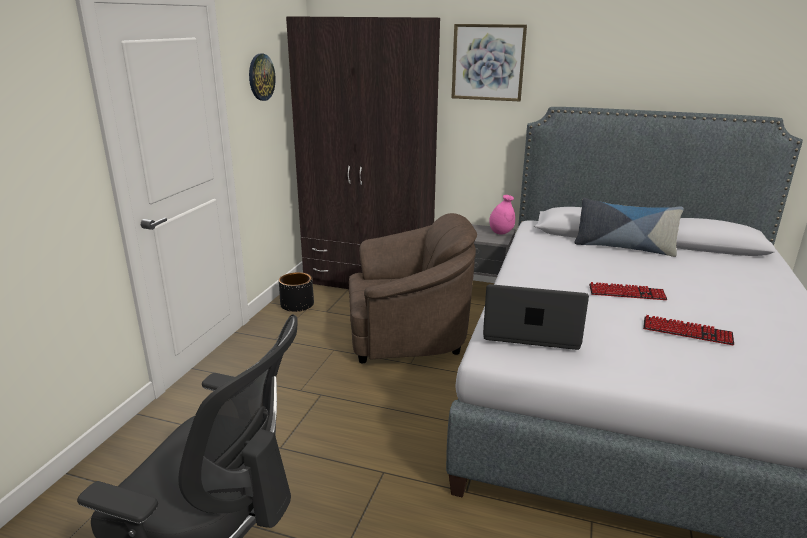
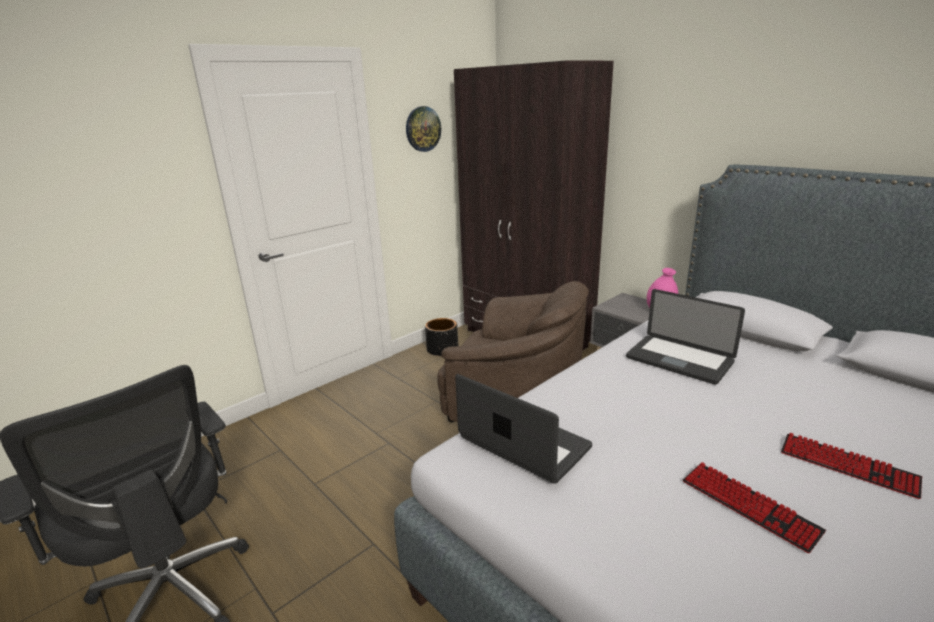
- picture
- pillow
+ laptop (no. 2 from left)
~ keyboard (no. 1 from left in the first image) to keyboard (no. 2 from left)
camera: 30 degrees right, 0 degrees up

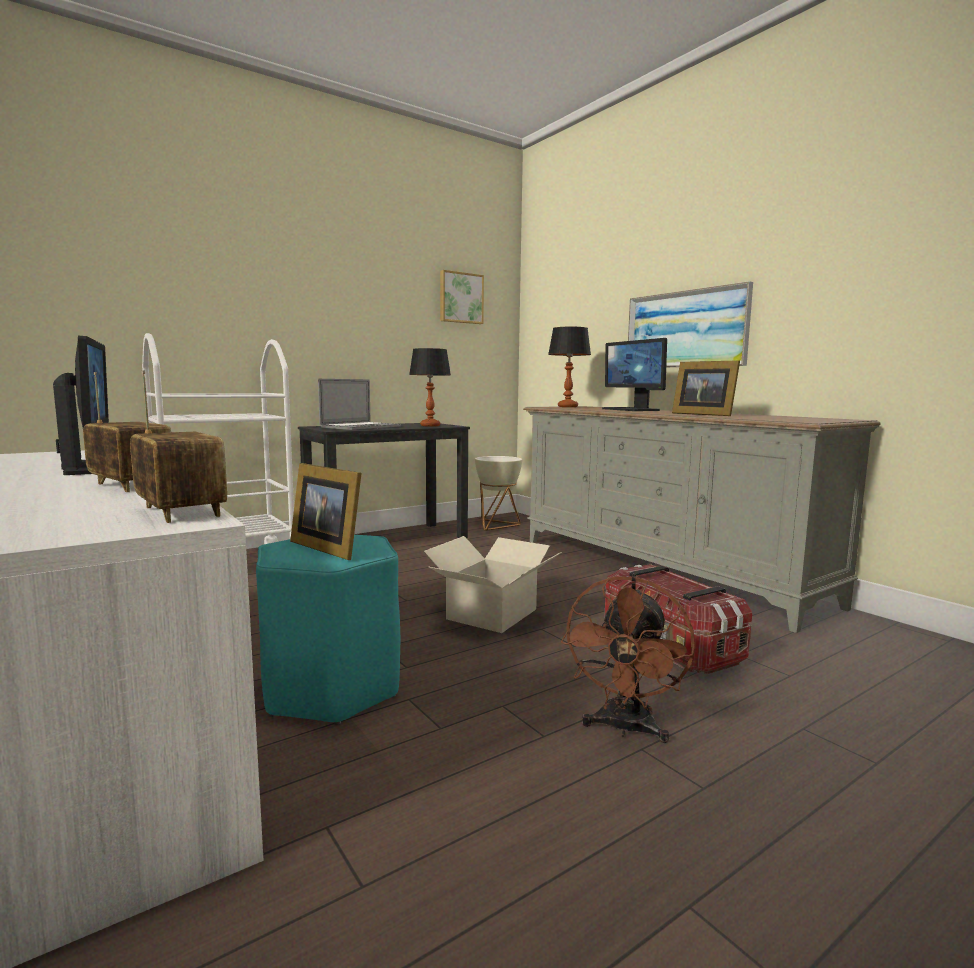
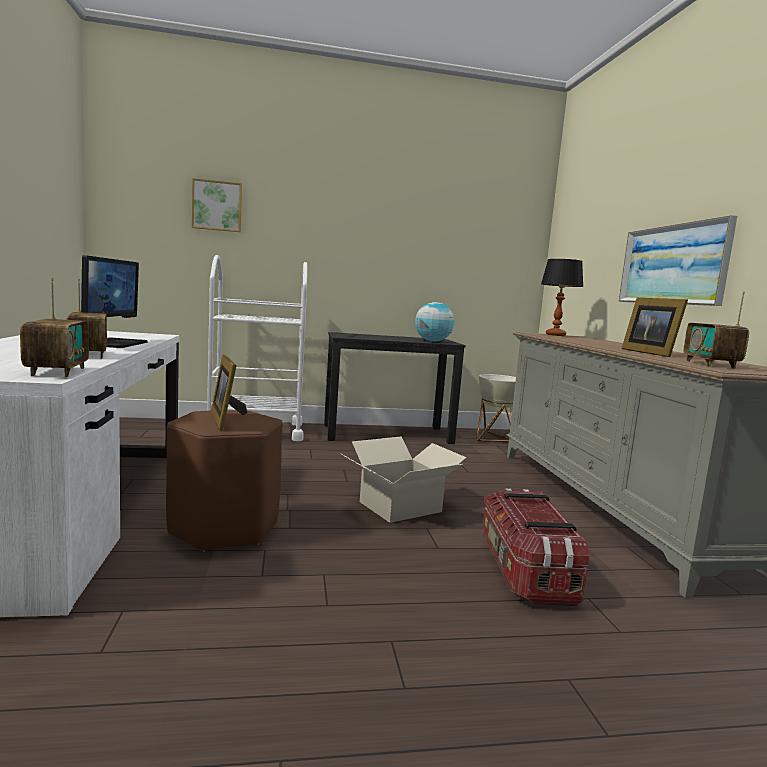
- laptop
- fan (brown)
- monitor (no. 2 from left)
+ radio (no. 3 from left)
~ picture (no. 1 from left)
~ table lamp (no. 1 from left) to globe
~ stool (turquoise) to stool (brown)
camera: 25 degrees right, 0 degrees up

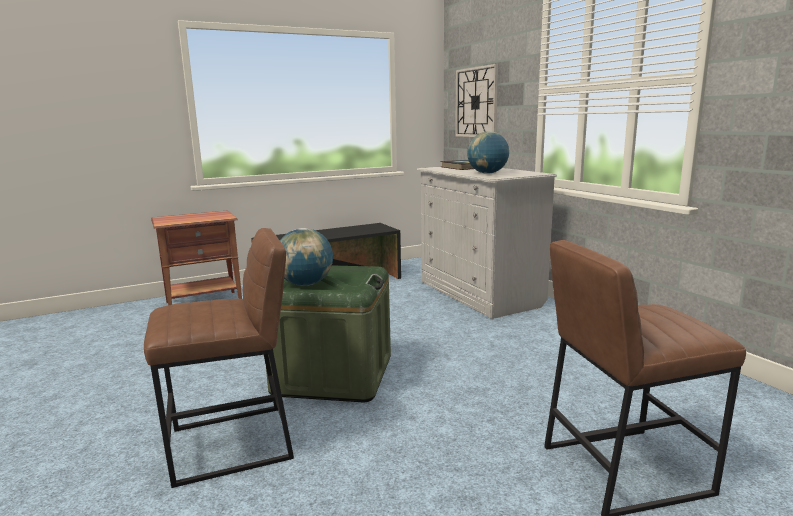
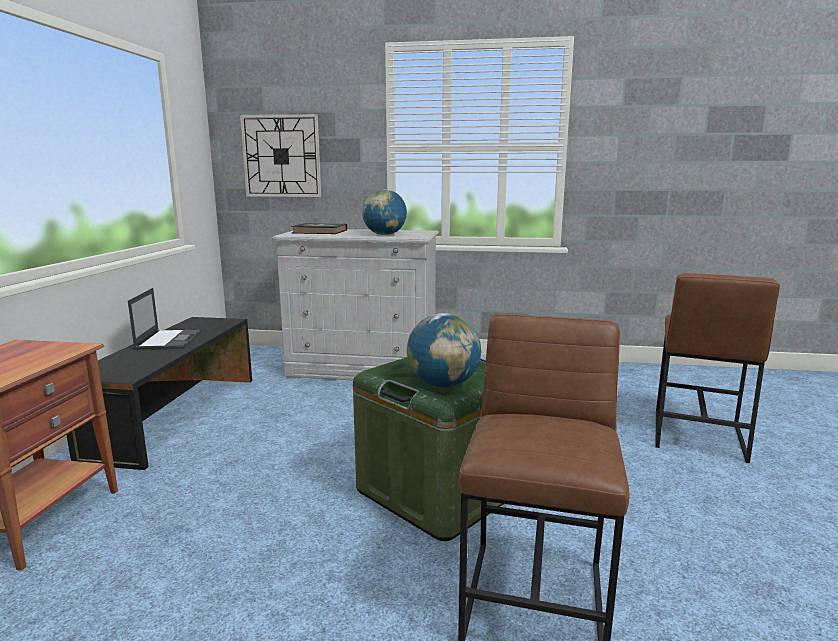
+ laptop
camera: 55 degrees left, 0 degrees up

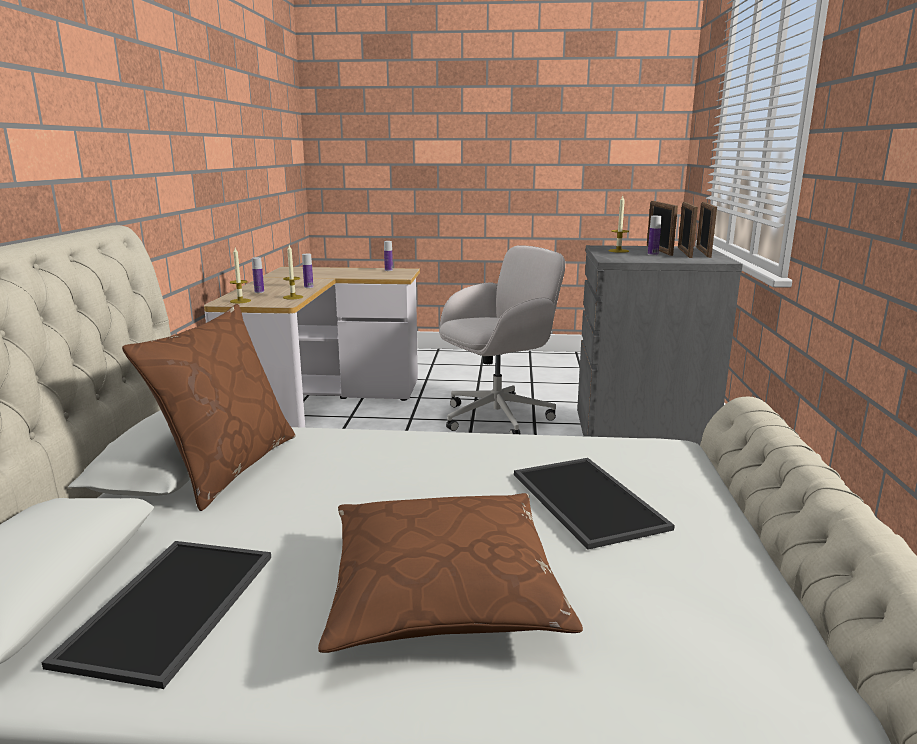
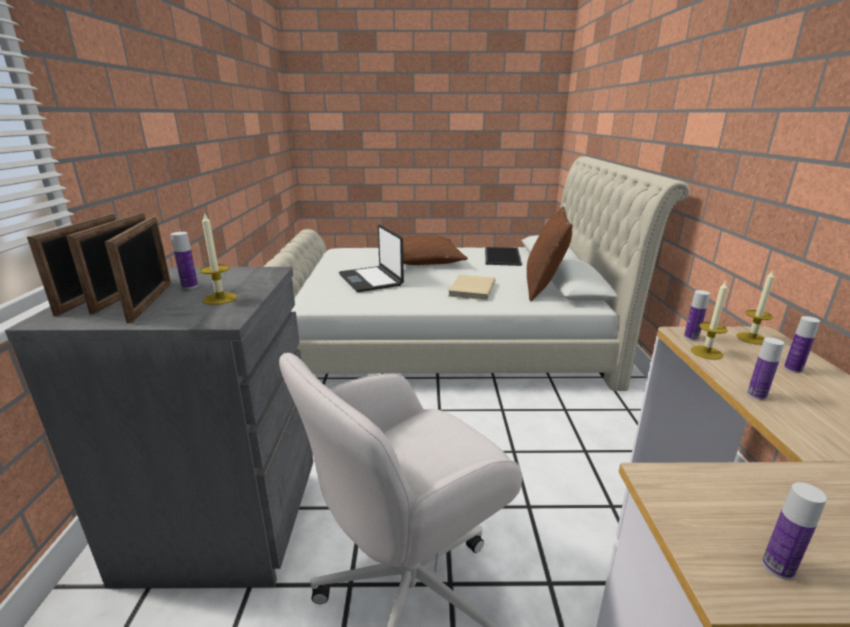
+ book (beige)
+ bottle (no. 2 from left)
~ tray (no. 2 from left) to laptop
camera: 175 degrees right, 5 degrees up

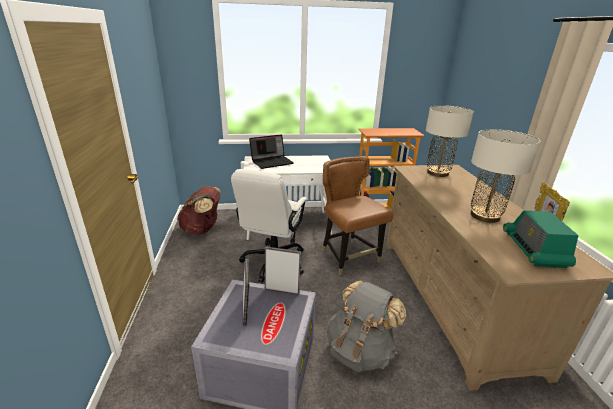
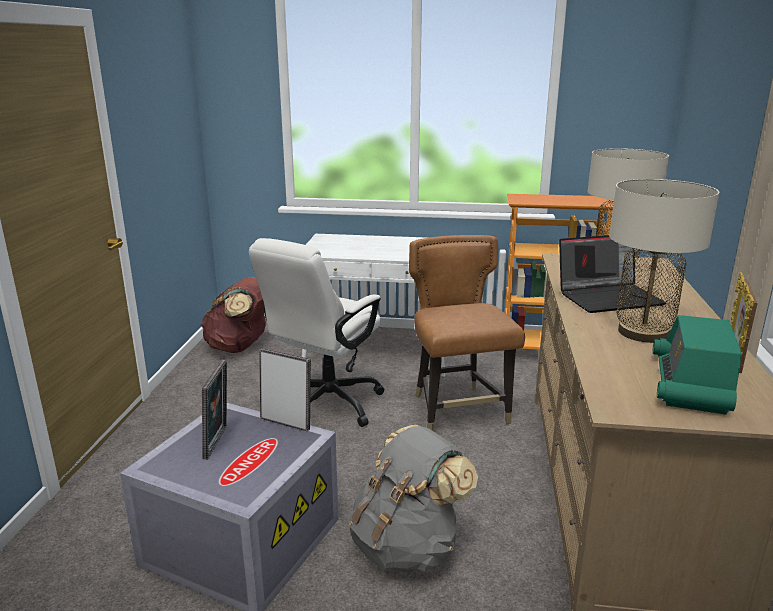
~ laptop
camera: 15 degrees right, 5 degrees down

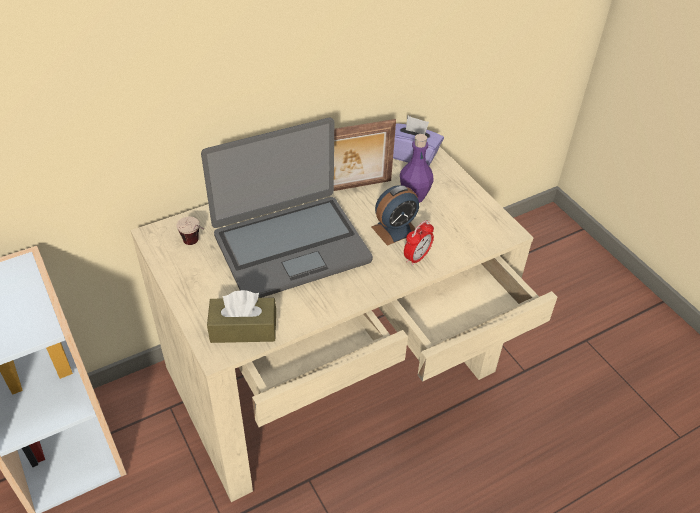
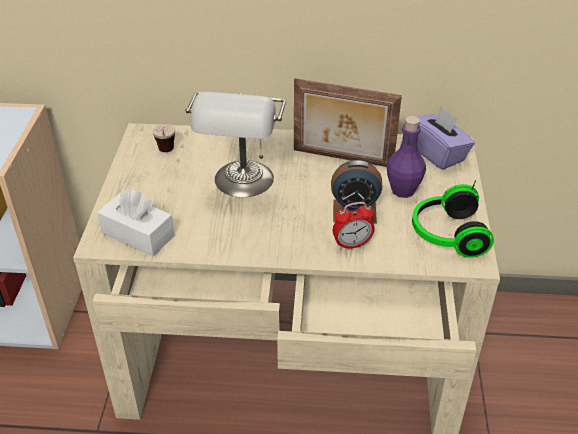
+ headphones
~ laptop to table lamp (white)
~ tissue box (brown) to tissue box (white)
camera: 35 degrees right, 5 degrees down

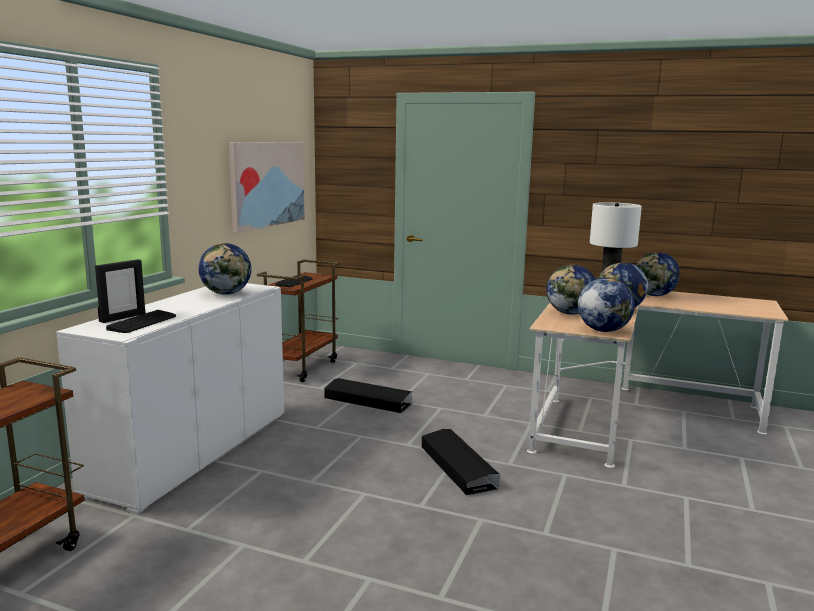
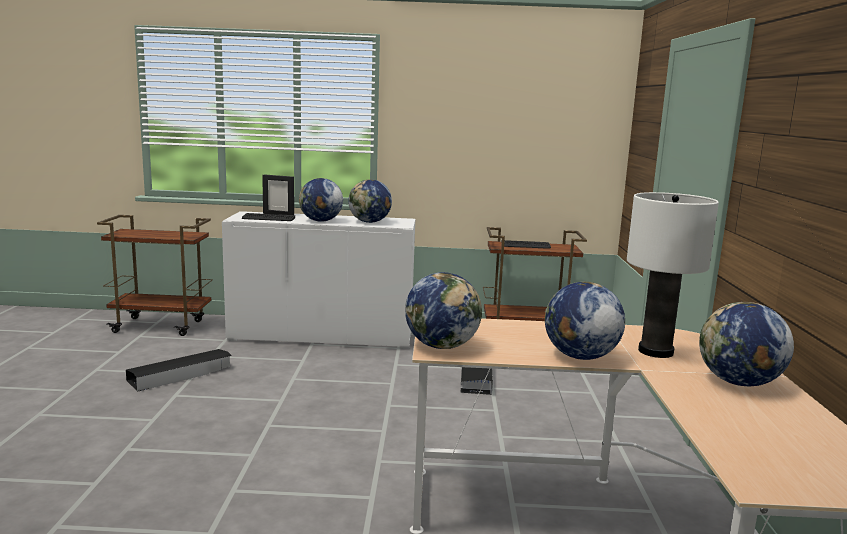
- picture
~ storage box (black) (no. 2 from left in the first image) to storage box (black) (no. 1 from left)
~ globe (no. 2 from left in the first image) to globe (no. 1 from left)
camera: 70 degrees right, 0 degrees up

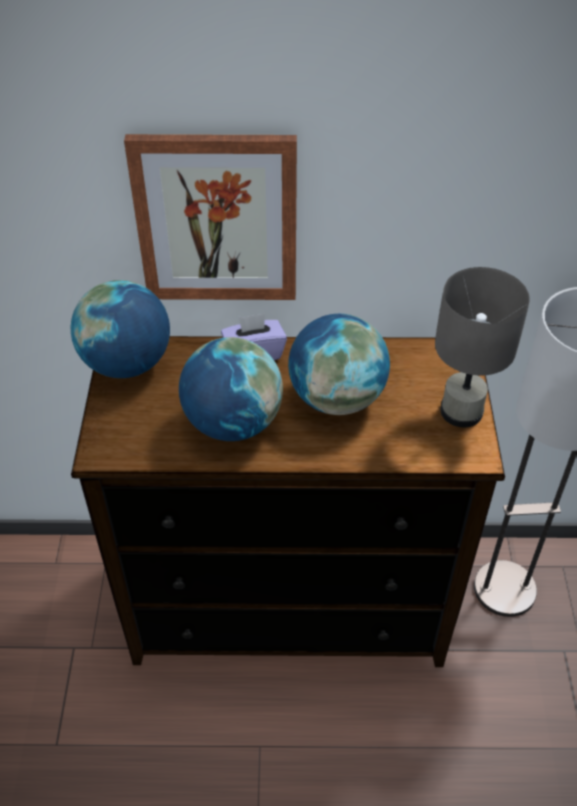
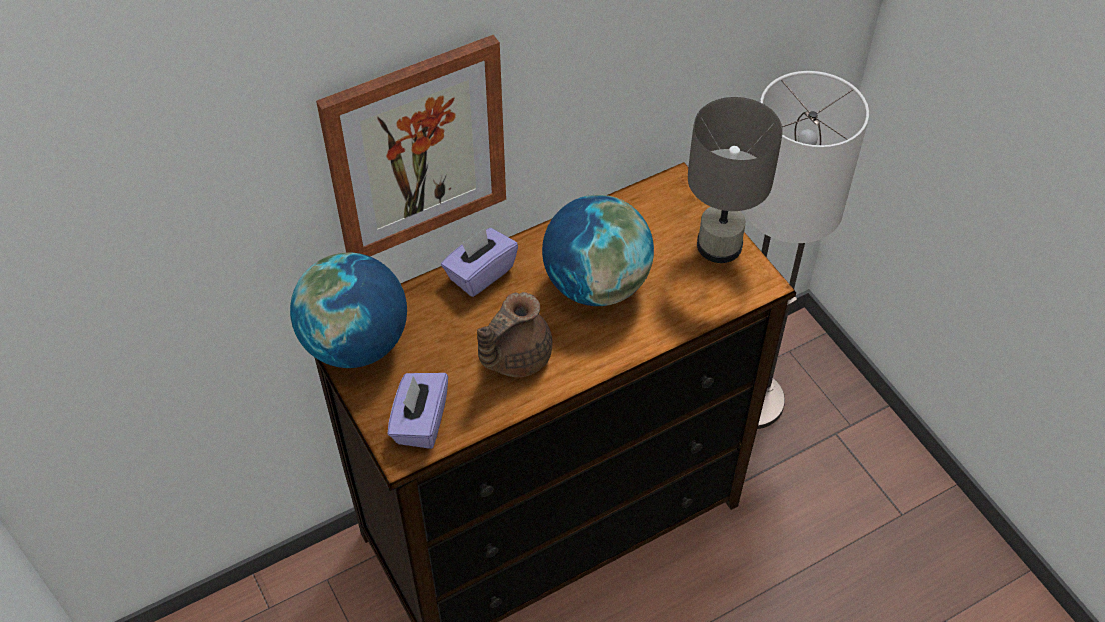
+ tissue box (purple) (no. 1 from left)
~ globe (no. 2 from left) to teapot (brown)
camera: 30 degrees left, 5 degrees up

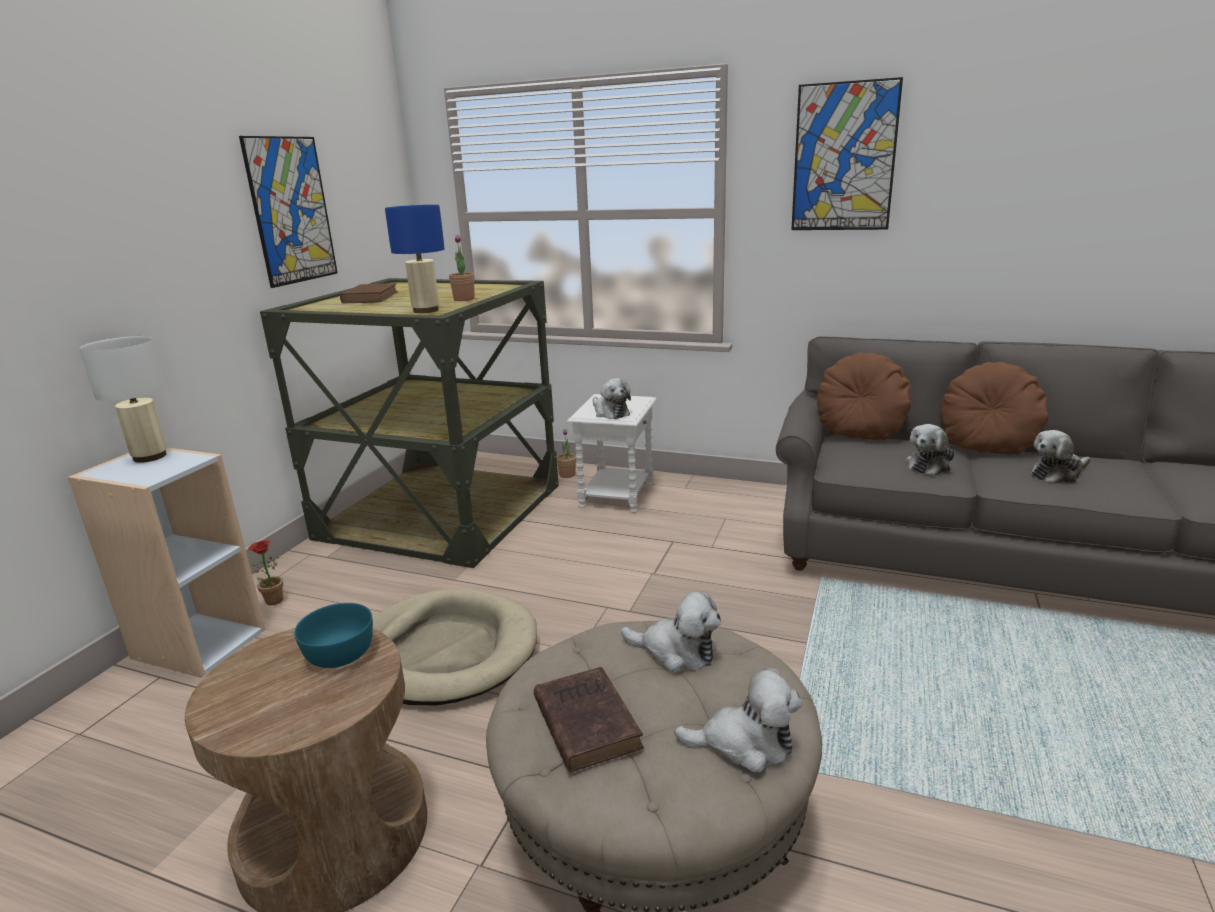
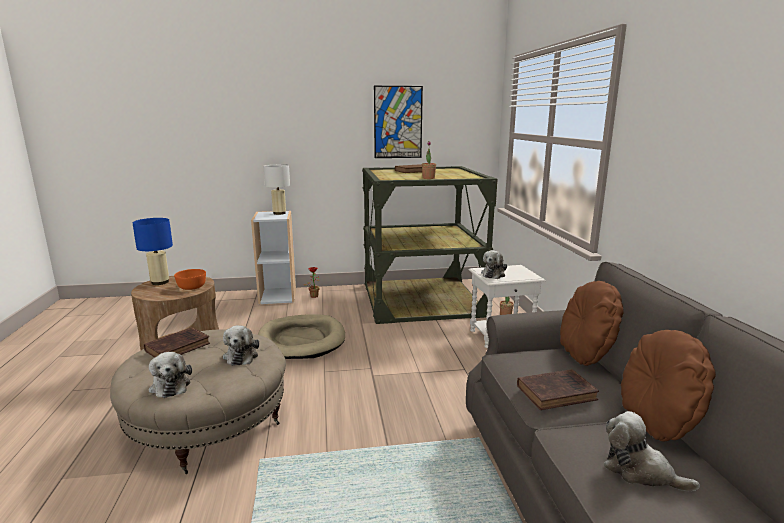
- picture (no. 2 from left)
~ table lamp (blue)
~ plush toy (no. 4 from left) to book (brown) (no. 3 from left)
~ bowl (turquoise) to bowl (orange)
camera: 60 degrees right, 5 degrees down

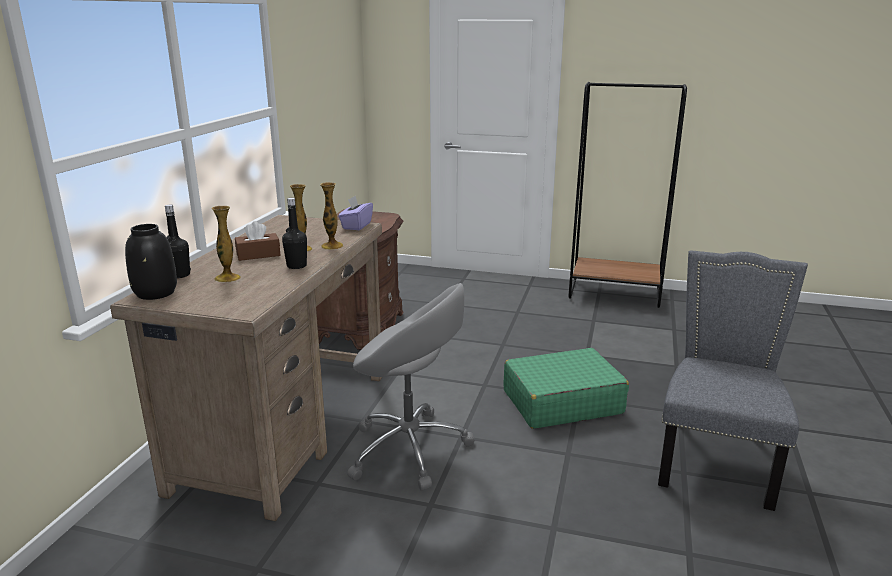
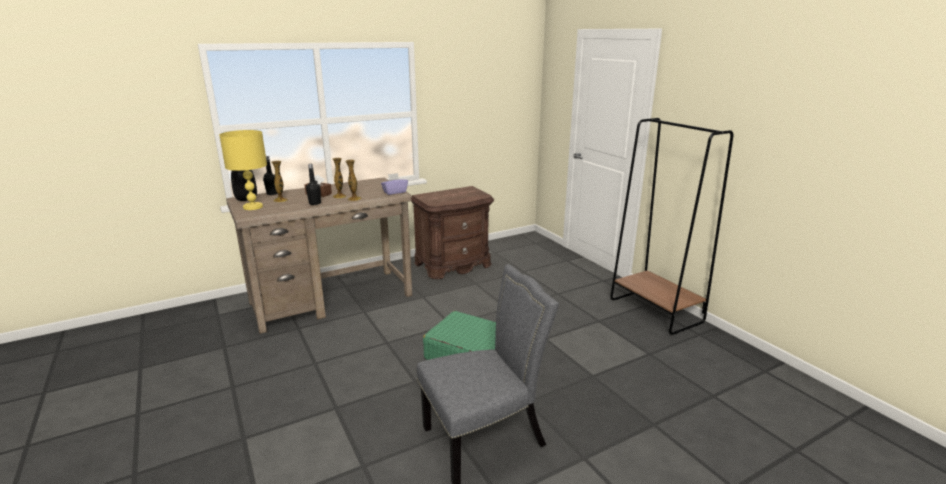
- office chair (grey)
+ table lamp (yellow)
camera: 45 degrees right, 0 degrees up

